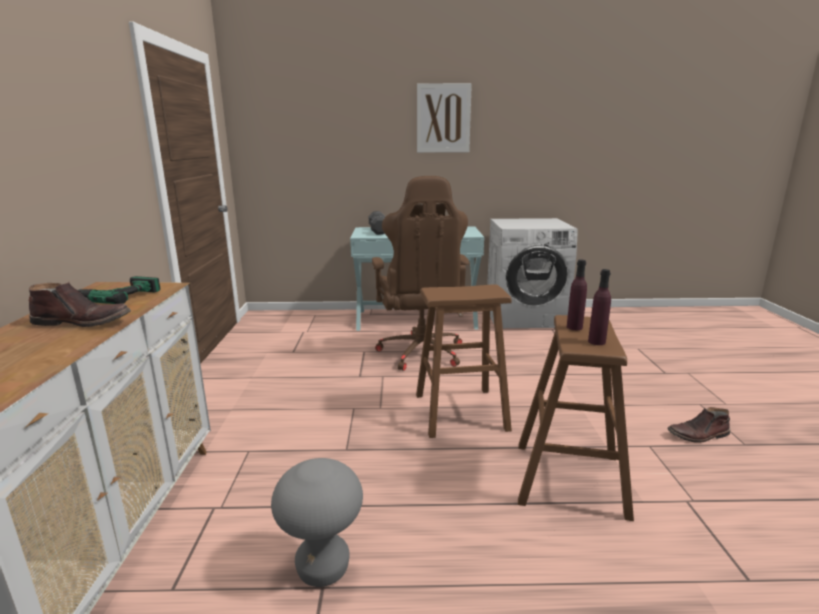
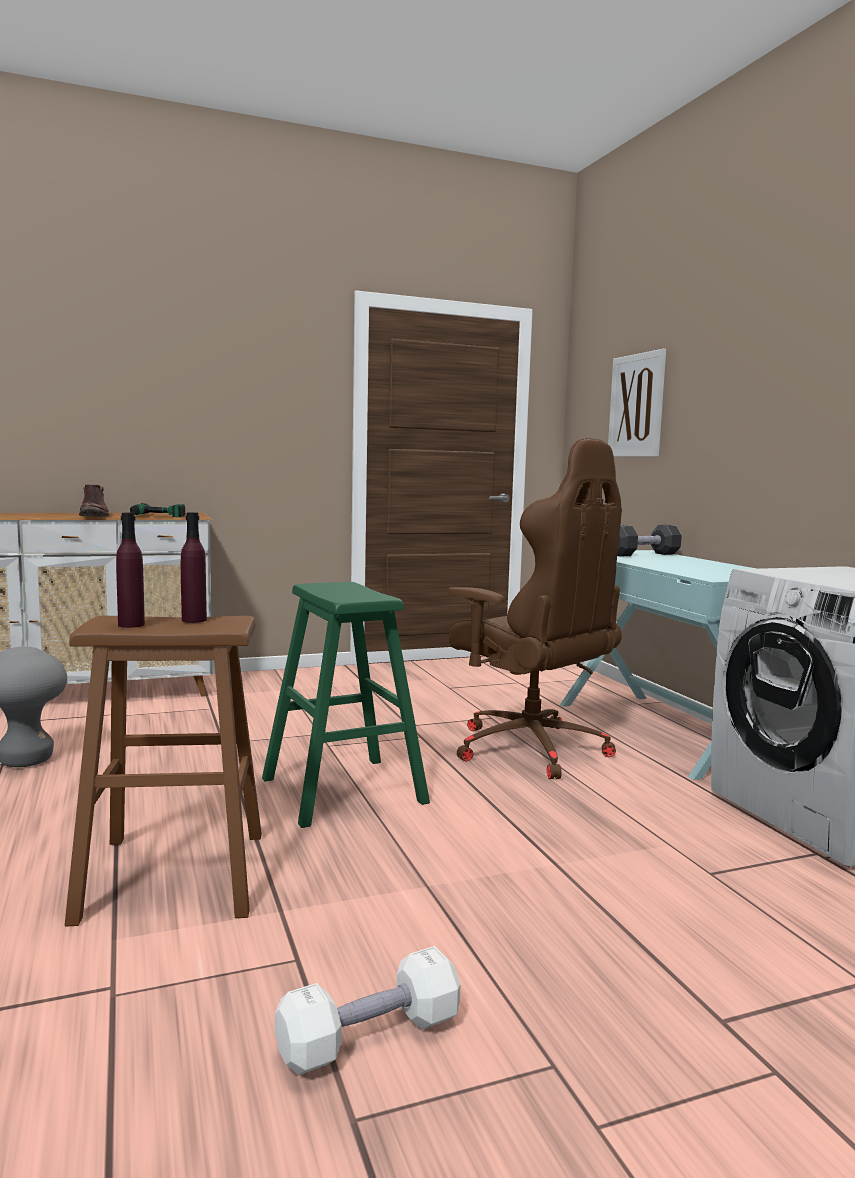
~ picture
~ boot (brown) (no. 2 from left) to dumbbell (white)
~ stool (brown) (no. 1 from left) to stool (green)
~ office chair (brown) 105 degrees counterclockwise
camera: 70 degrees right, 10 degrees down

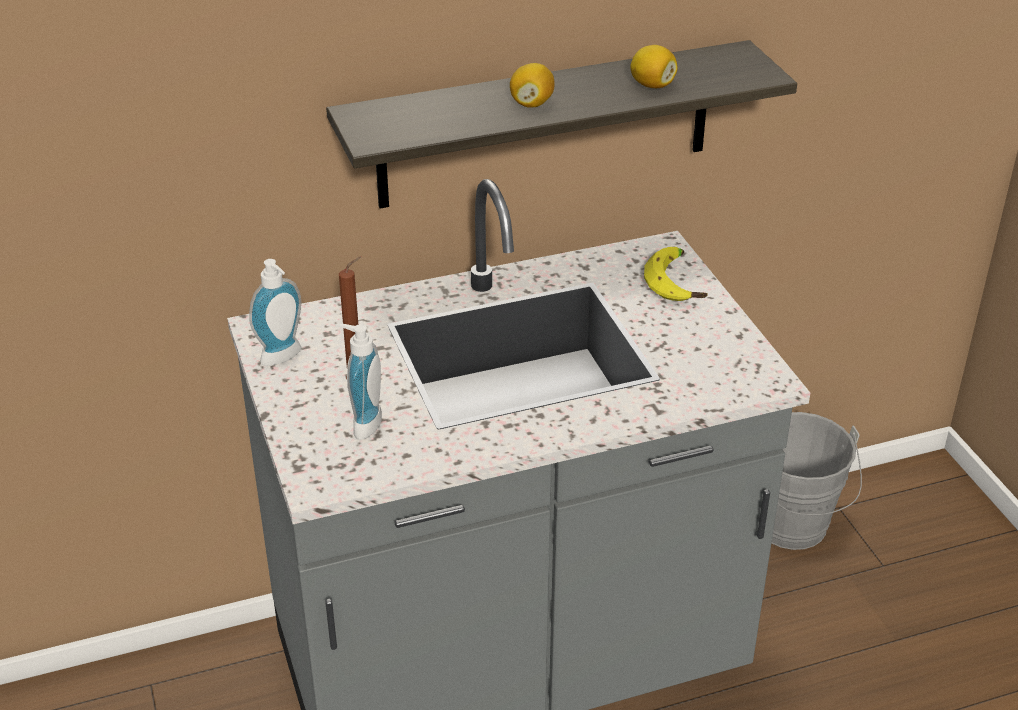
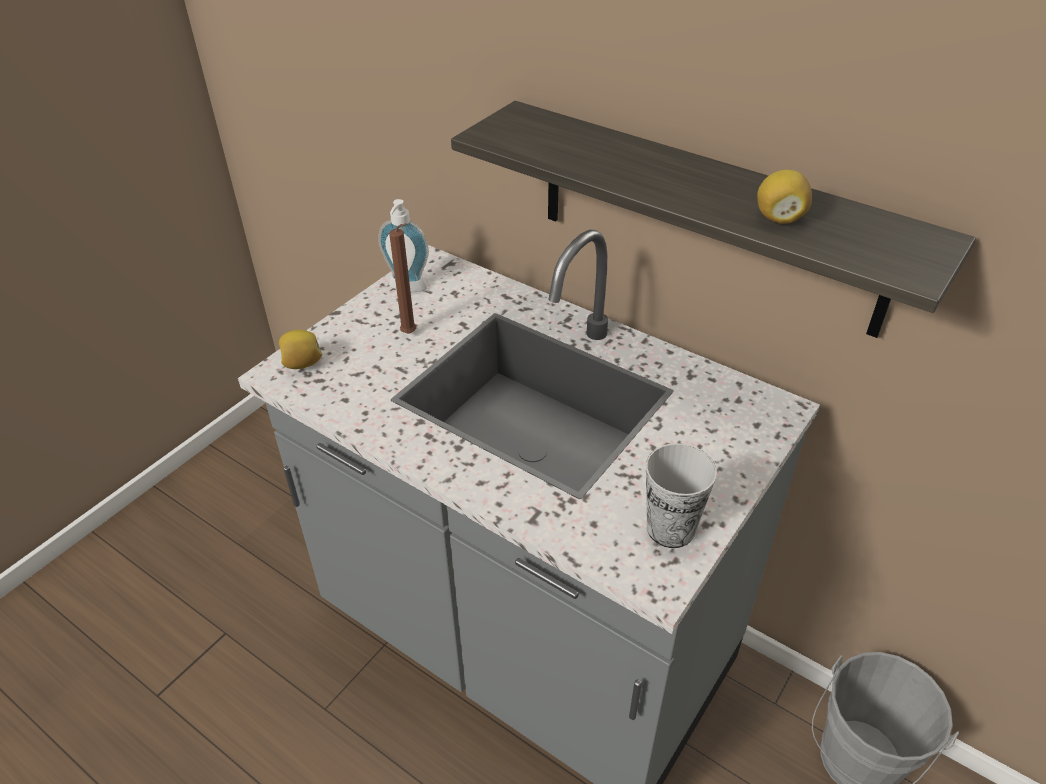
- soap dispenser (no. 2 from left)
- banana
+ cup
~ lemon (no. 1 from left)
camera: 55 degrees right, 5 degrees up

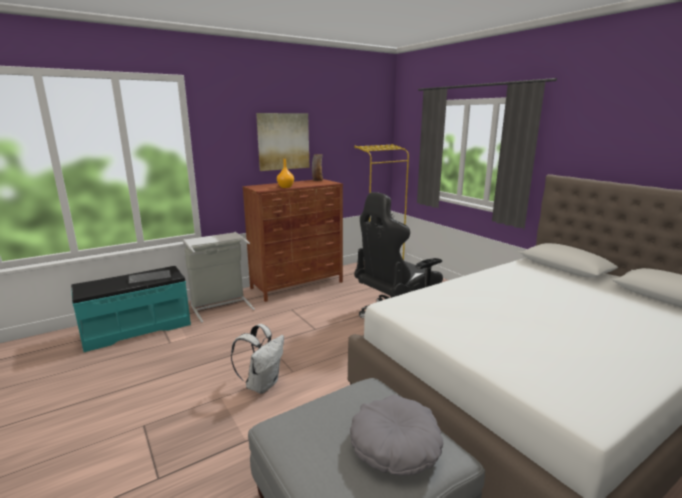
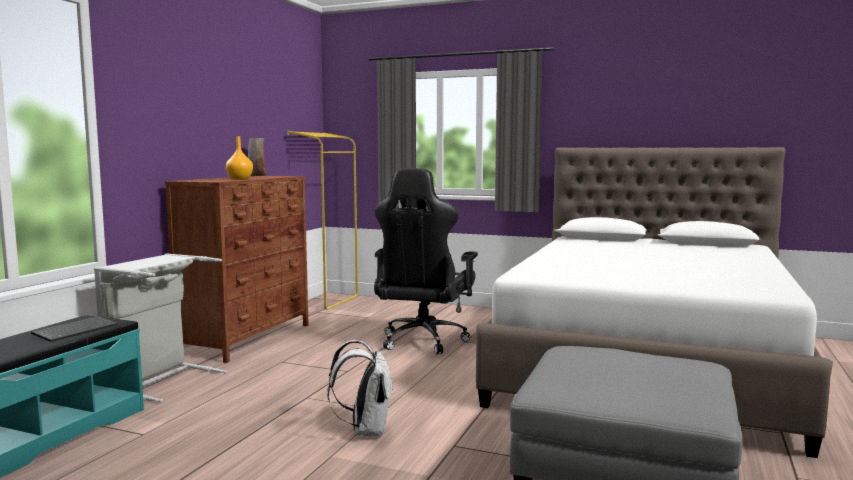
- picture
- pillow (grey)
camera: 35 degrees left, 10 degrees down

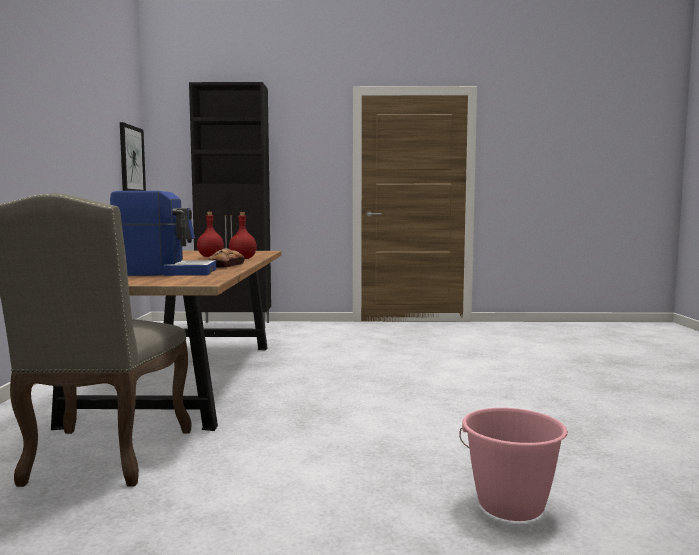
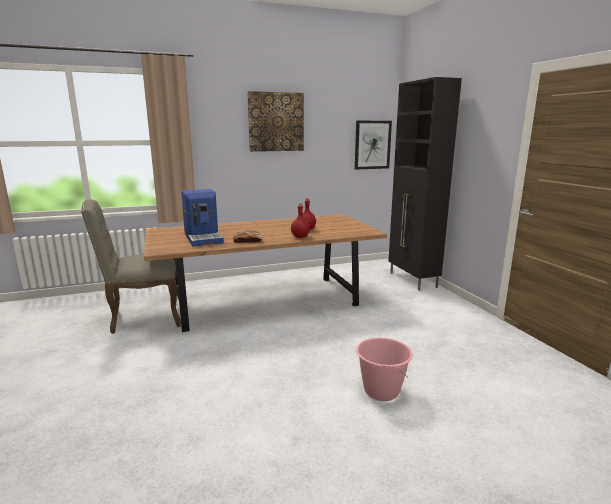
+ picture (no. 1 from left)
~ bucket (pink)
camera: 70 degrees right, 10 degrees up

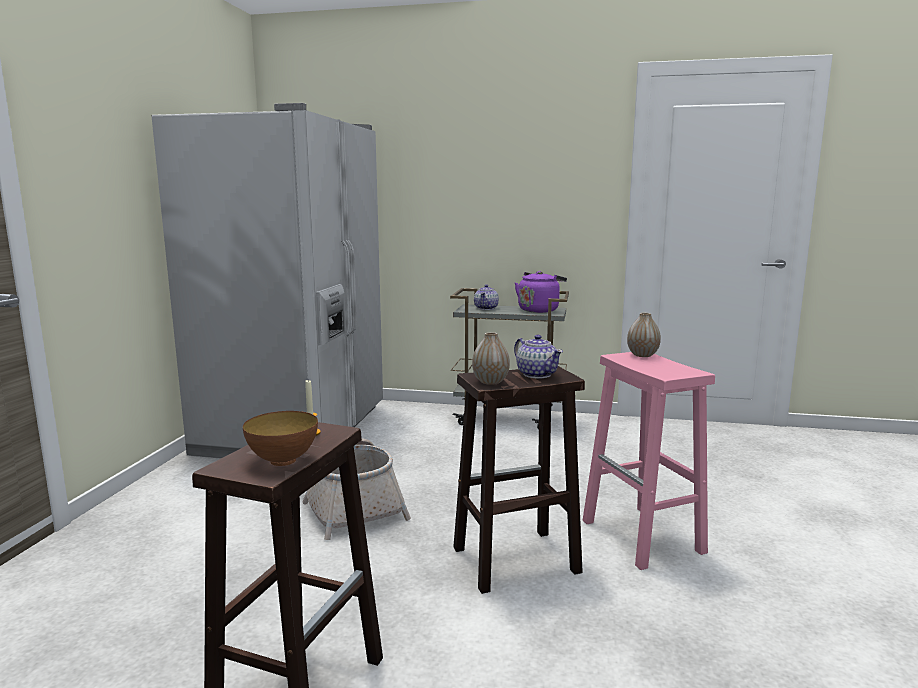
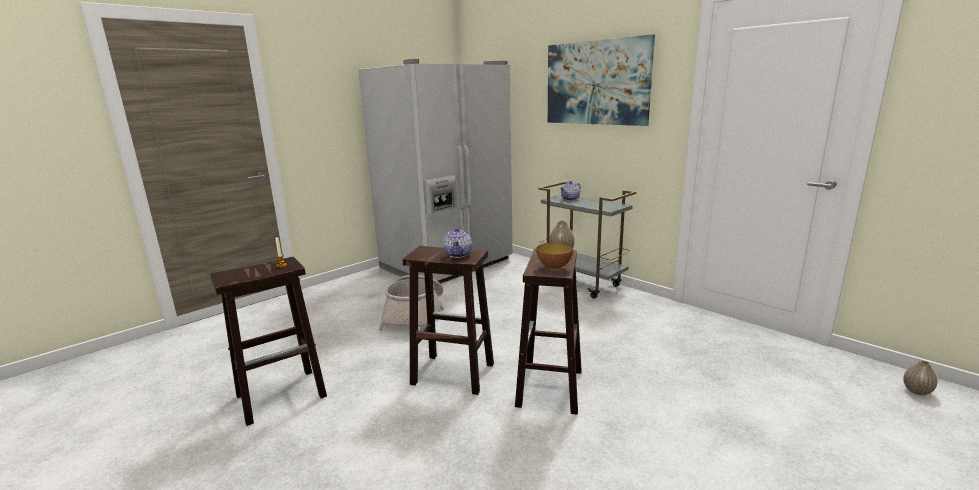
- kettle (purple)
+ picture
~ bowl
~ vase (no. 1 from left in the first image) to vase (no. 2 from left)
~ stool (pink) to stool (brown) (no. 3 from left)
camera: 35 degrees right, 5 degrees up

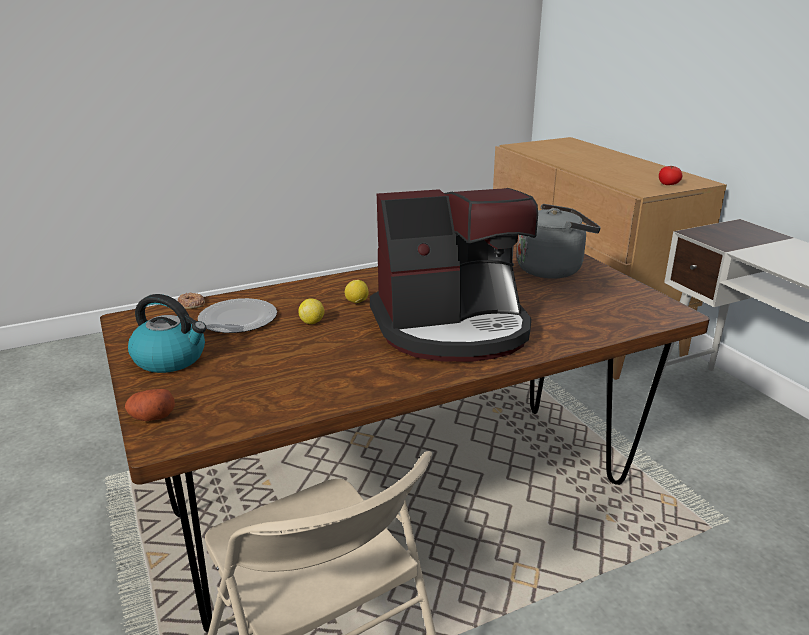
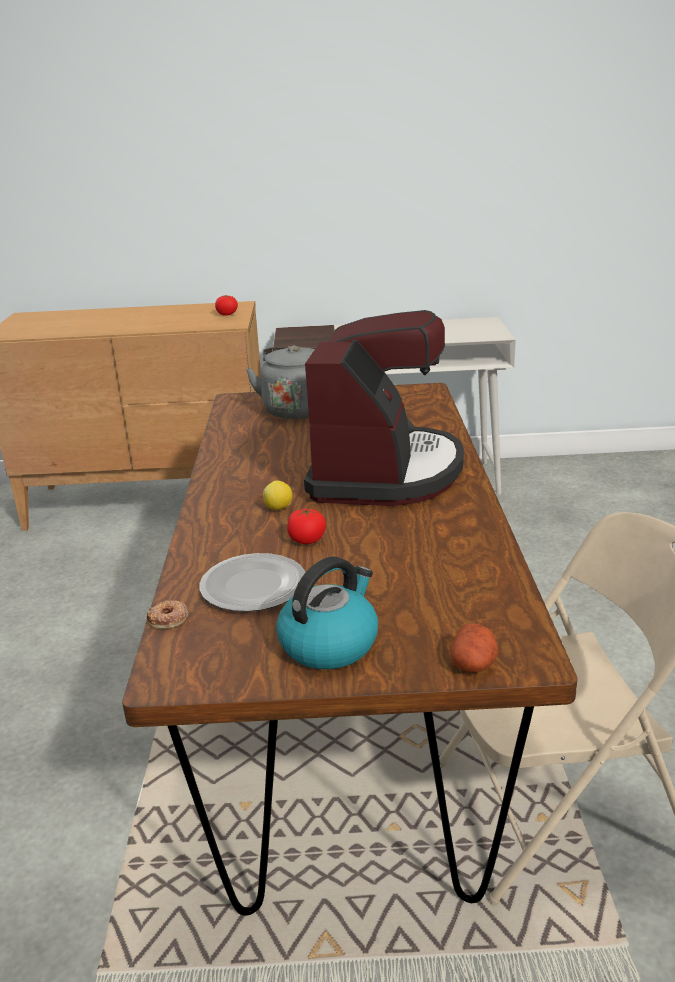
~ lemon (no. 1 from left) to tomato (no. 2 from left)
camera: 65 degrees left, 0 degrees up

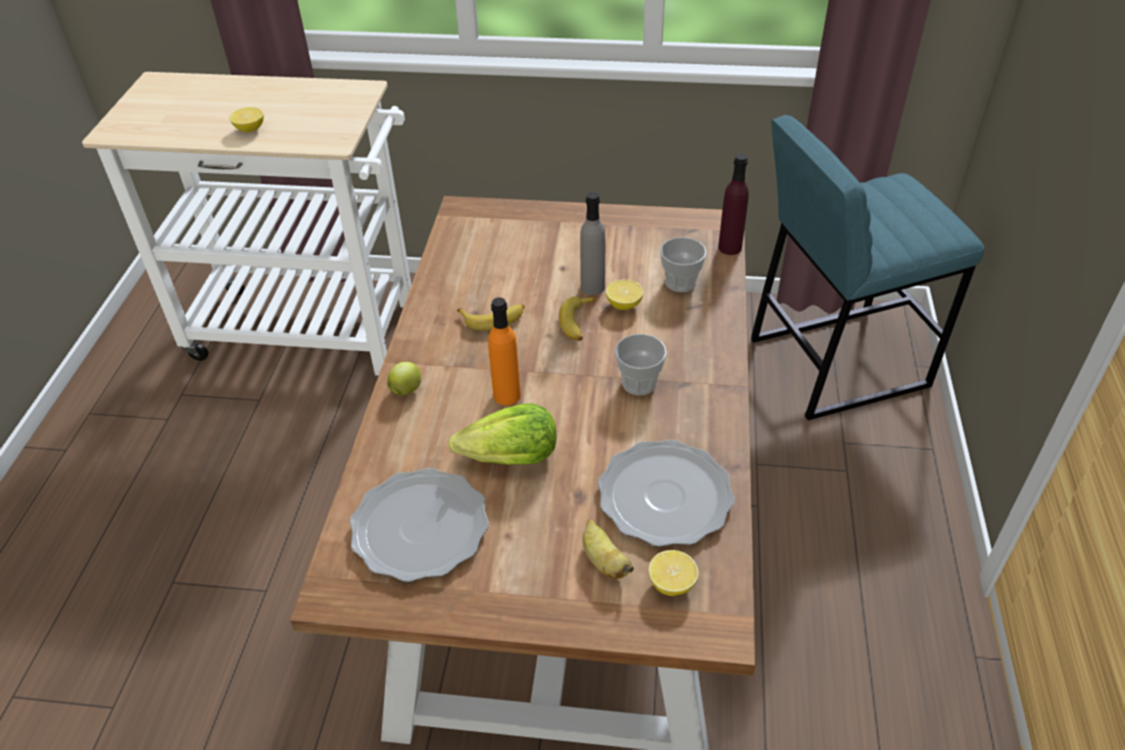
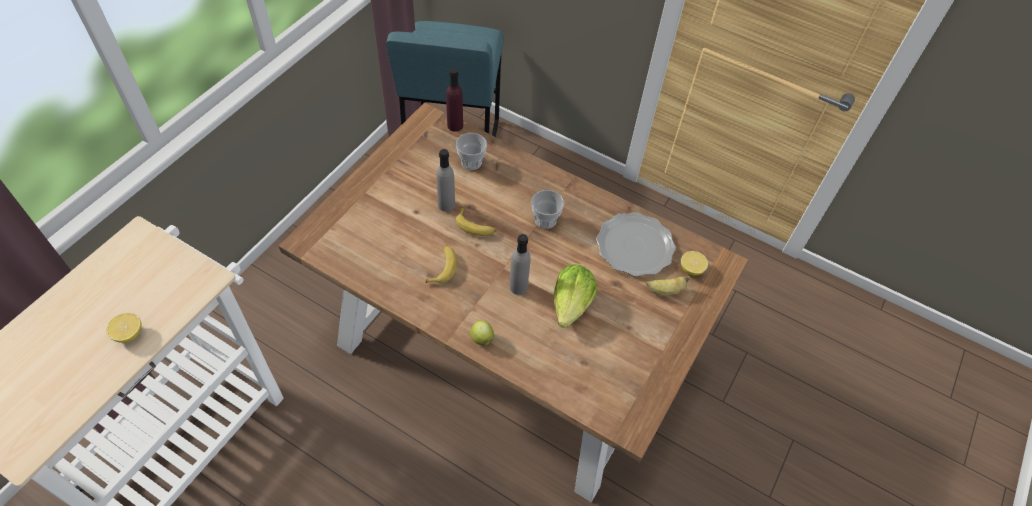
- plate (no. 1 from left)
- lemon (no. 2 from left)
~ bottle (orange) to bottle (grey) (no. 2 from left)
camera: 70 degrees left, 10 degrees up

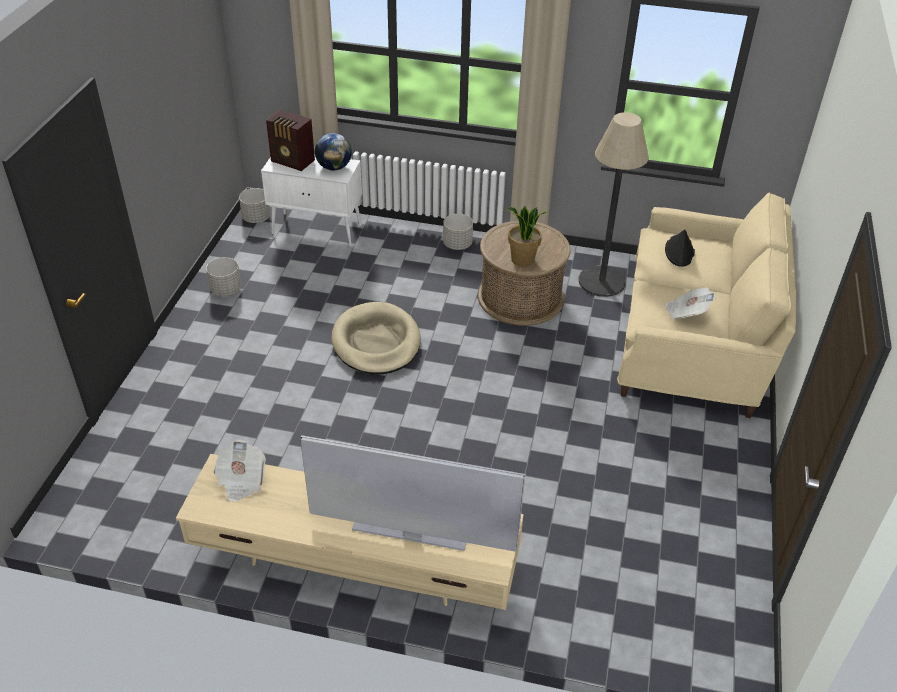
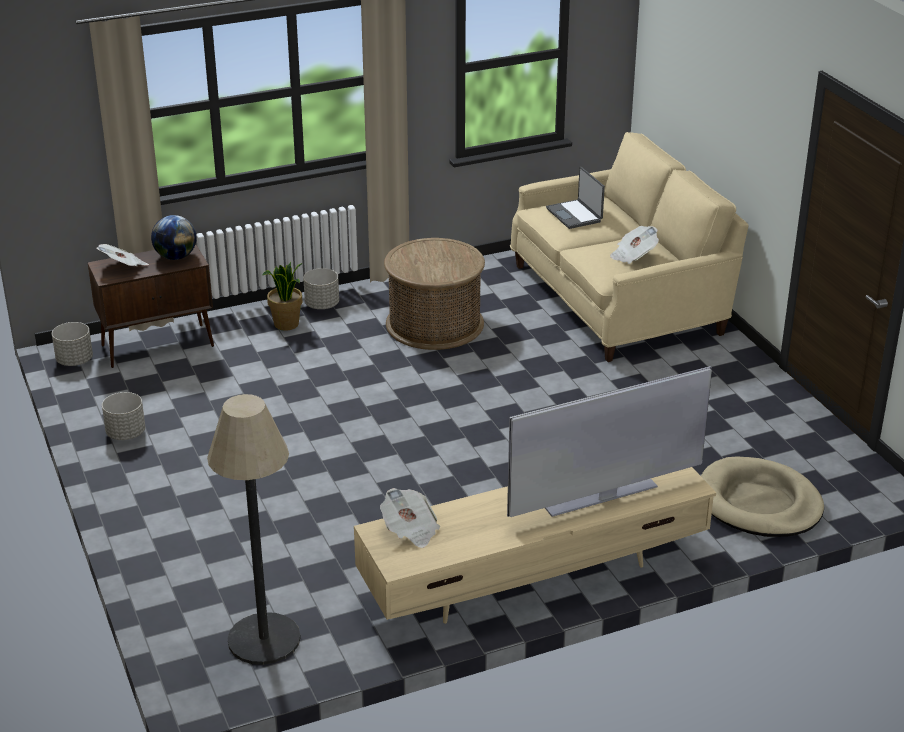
~ dog bed (beige)
~ potted plant
~ floor lamp
~ radio to newspaper (no. 1 from left)
~ hat (black) to laptop
~ cabinet (white) to cabinet (brown)
camera: 35 degrees left, 10 degrees down

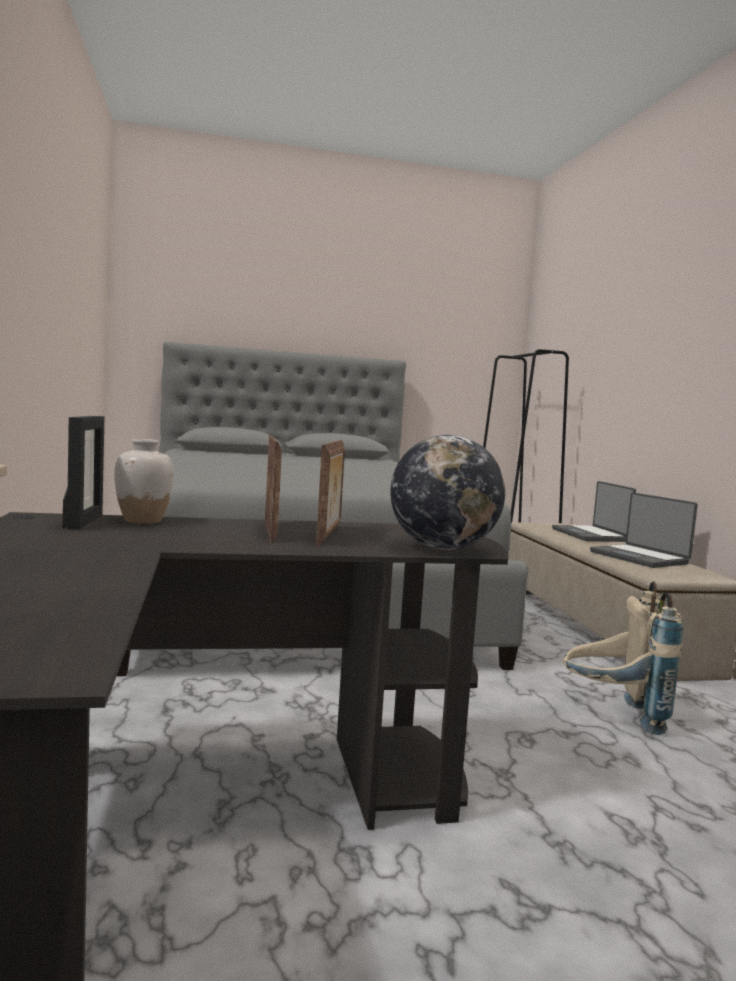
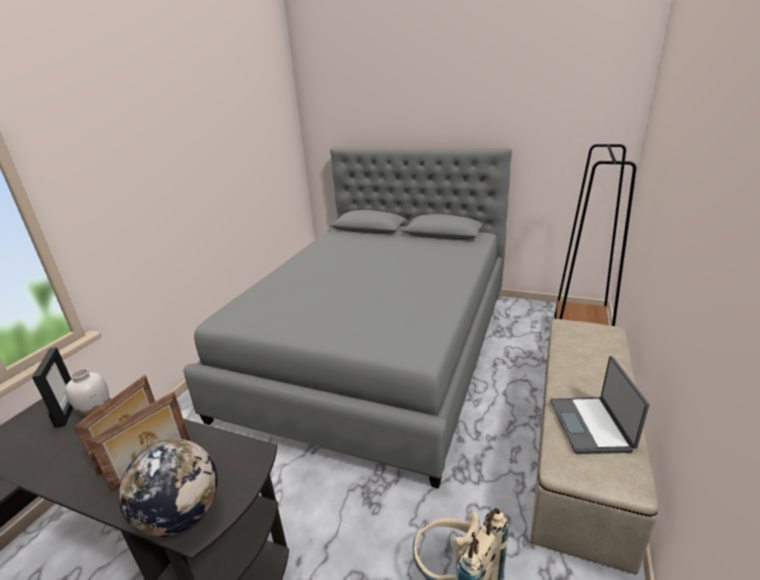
- laptop (no. 1 from left)
~ picture frame (no. 1 from left) 45 degrees counterclockwise
camera: 35 degrees right, 20 degrees up

